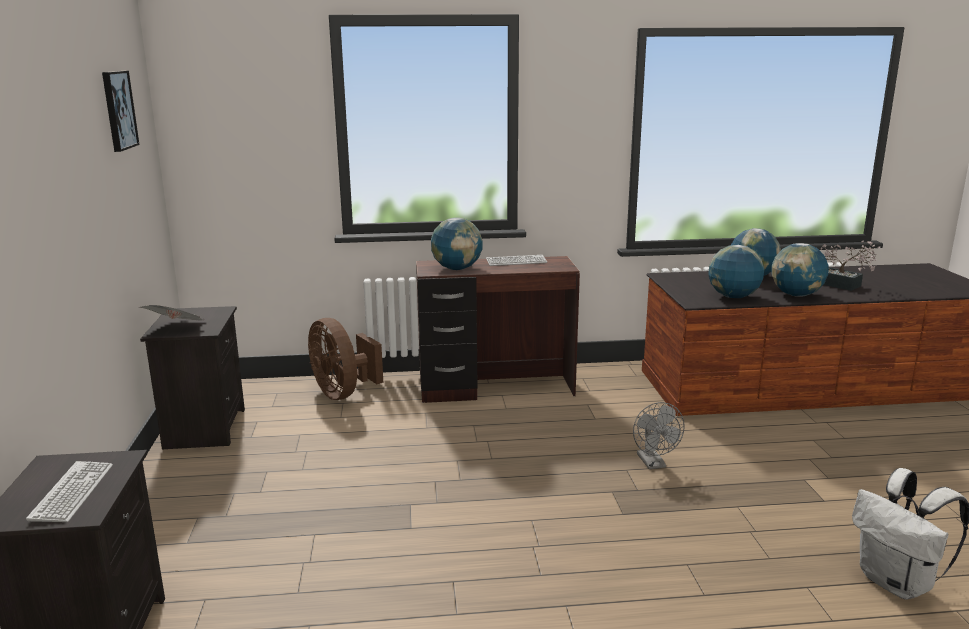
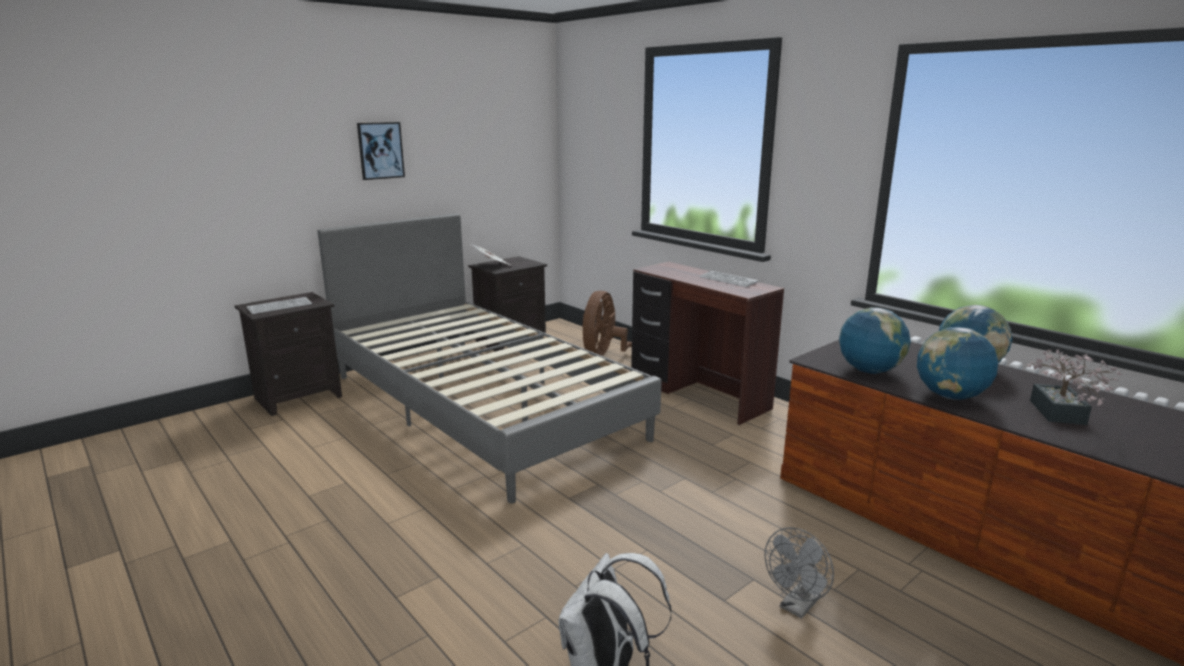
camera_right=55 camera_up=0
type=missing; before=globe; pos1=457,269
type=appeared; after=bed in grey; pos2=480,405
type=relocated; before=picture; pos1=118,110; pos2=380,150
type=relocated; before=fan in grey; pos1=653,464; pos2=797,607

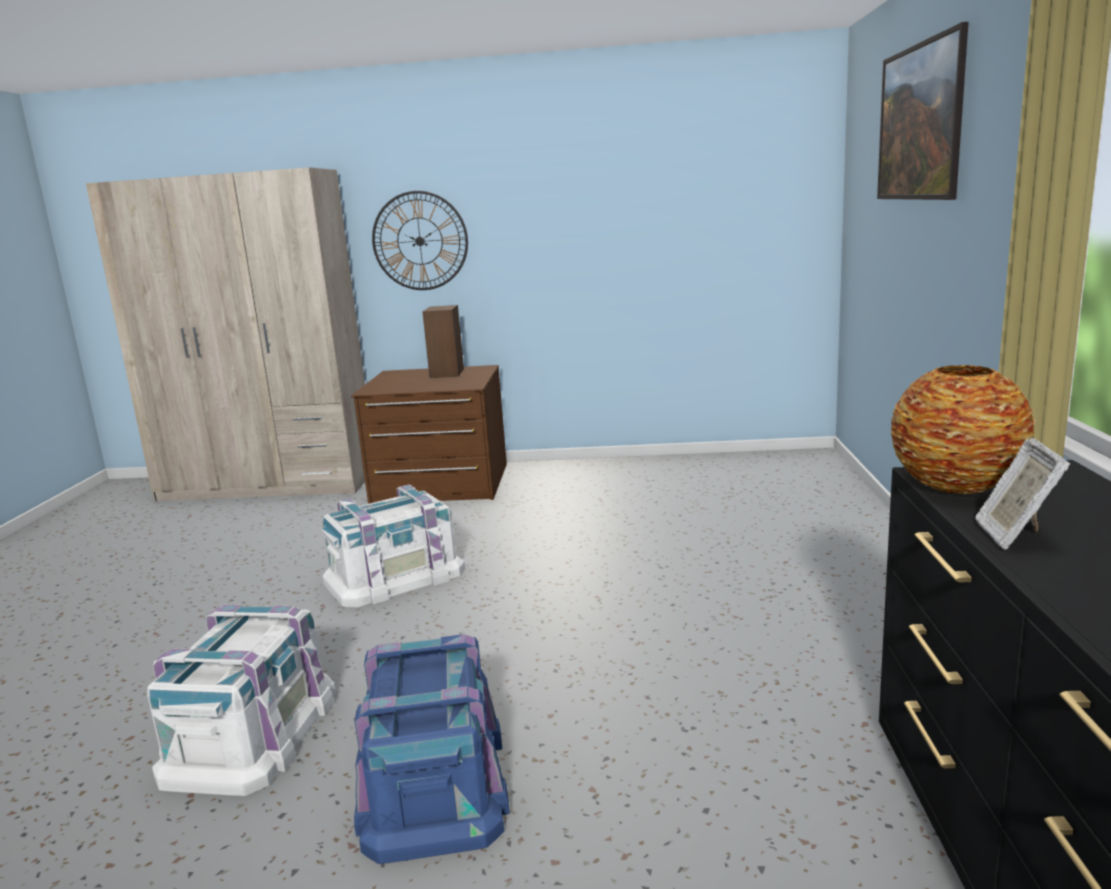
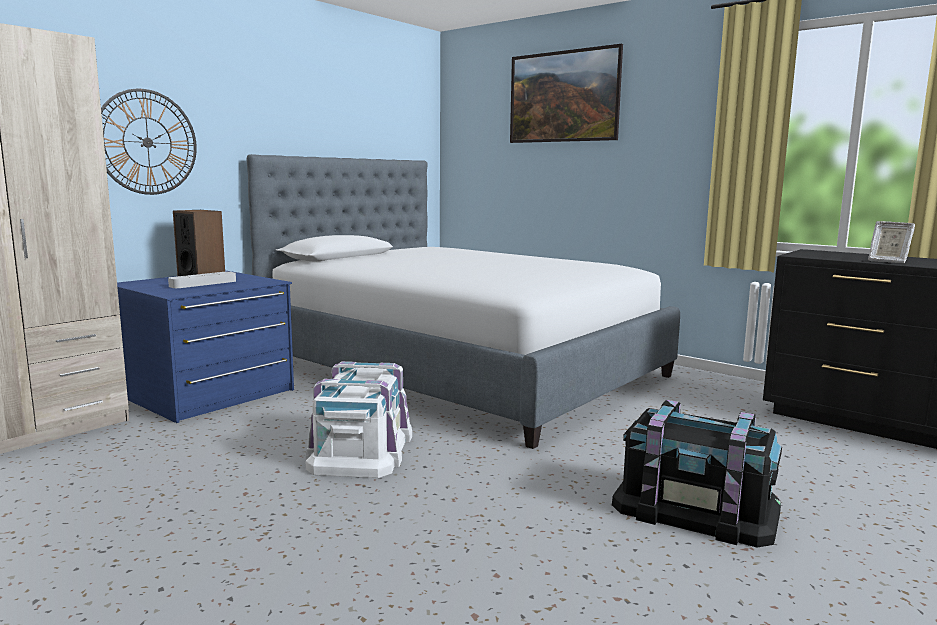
camera_right=-55 camera_up=-5
type=missing; before=storage box in white; pos1=250,732
type=missing; before=vase; pos1=956,486
type=appeared; after=tray in grey; pos2=203,283
type=appeared; after=bed; pos2=460,369
type=colour; before=dresser in brown; after=dresser in blue; pos1=440,484; pos2=209,393
type=colour; before=storage box in blue; after=storage box in black; pos1=435,782; pos2=695,508

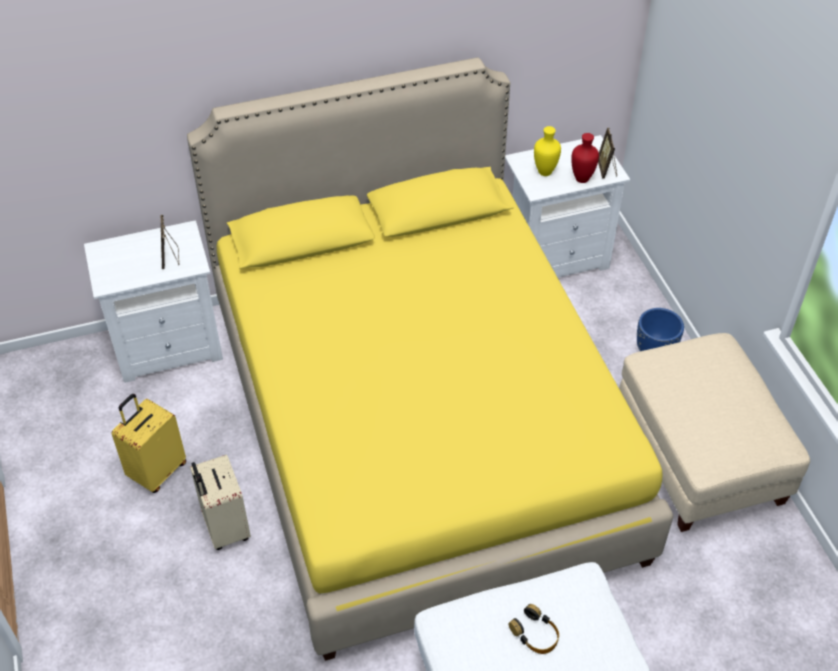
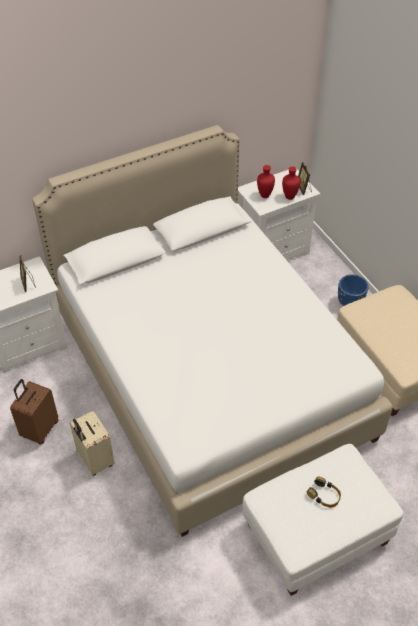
camera_right=-10 camera_up=0
type=colour; before=suitcase in yellow; after=suitcase in brown; pos1=157,471; pos2=39,429
type=colour; before=bed in yellow; after=bed in white; pos1=418,426; pos2=208,374
type=colour; before=vase in yellow; after=vase in red; pos1=544,172; pos2=264,196

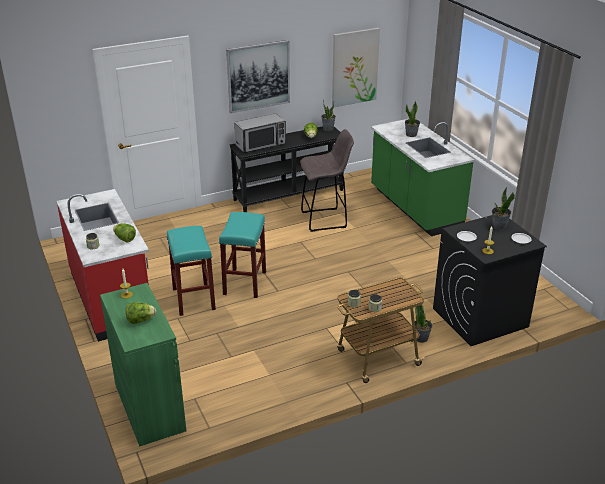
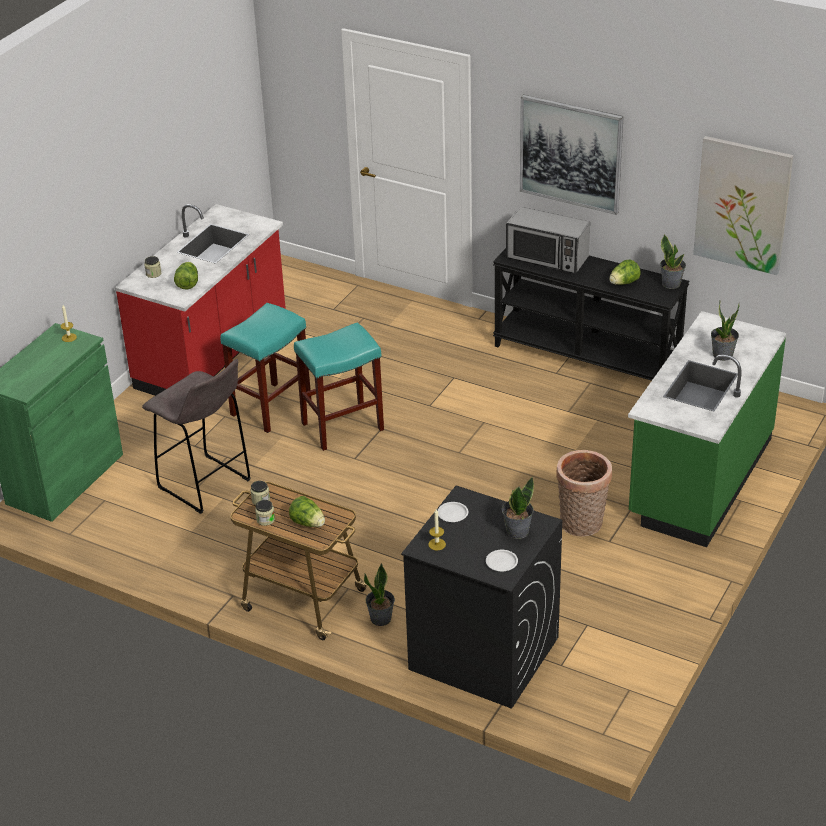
camera_right=55 camera_up=5
type=appeared; after=basket; pos2=581,525
type=relocated; before=lettuce; pos1=140,320; pos2=308,523
type=relocated; before=stool in grey; pos1=325,219; pos2=206,485

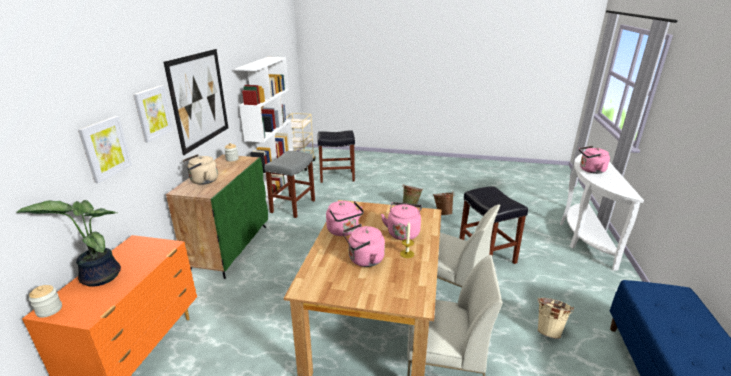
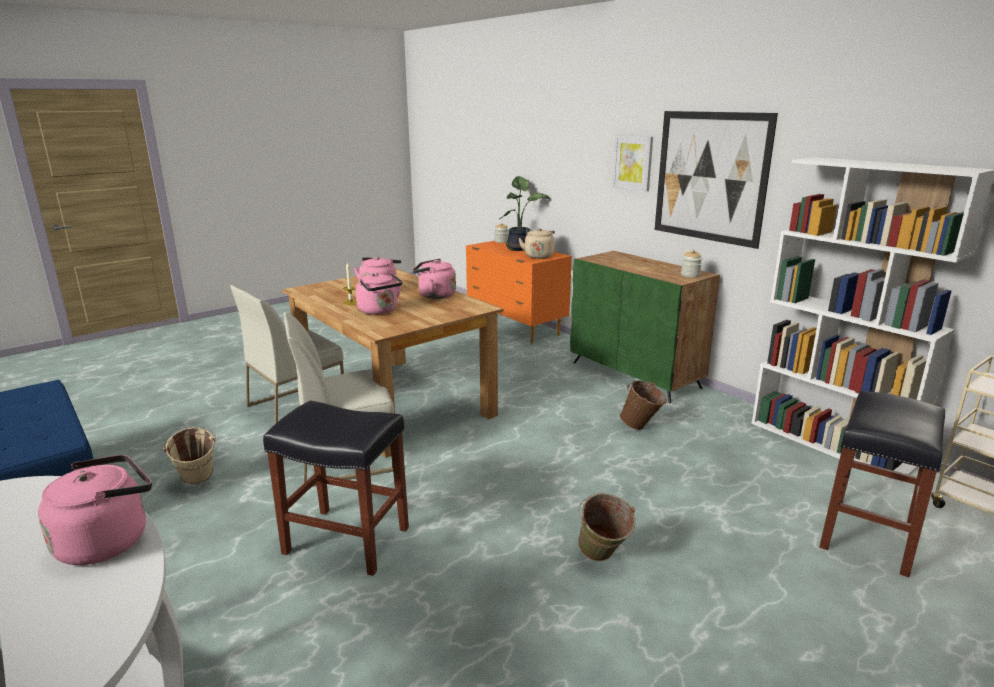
camera_right=130 camera_up=-5
type=missing; before=picture; pos1=105,148
type=missing; before=stool in grey; pos1=293,206
type=relocated; before=kettle in beige; pos1=202,181; pos2=538,256
type=relocated; before=bucket in brown; pos1=442,213; pos2=641,427

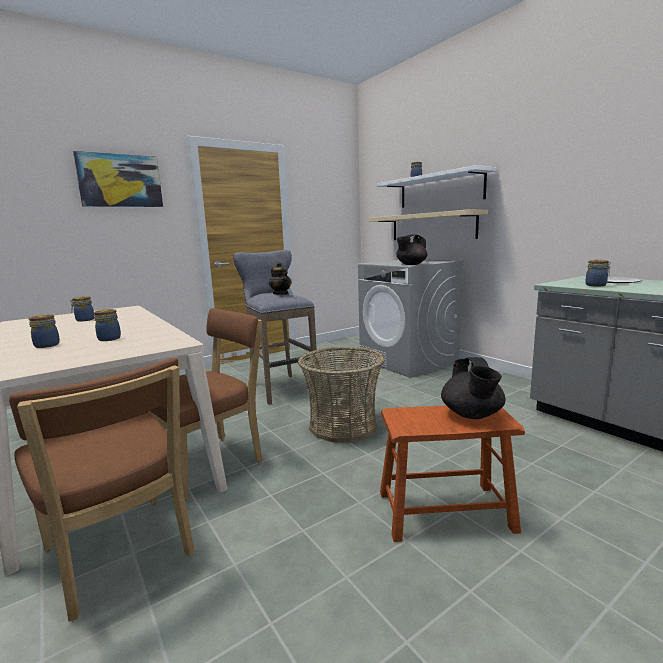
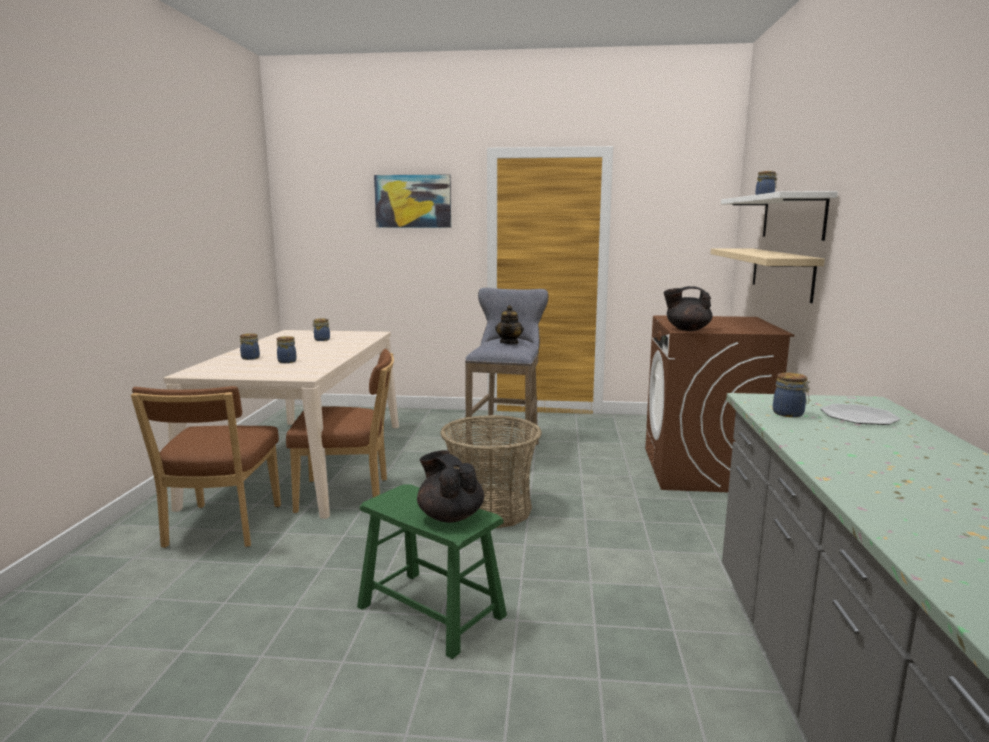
camera_right=40 camera_up=0
type=colour; before=washing machine in grey; after=washing machine in brown; pos1=408,361; pos2=703,470
type=colour; before=stool in brown; after=stool in green; pos1=445,511; pos2=431,611
type=spun; before=teapot in black; pos1=472,415; pos2=450,516; turn=105

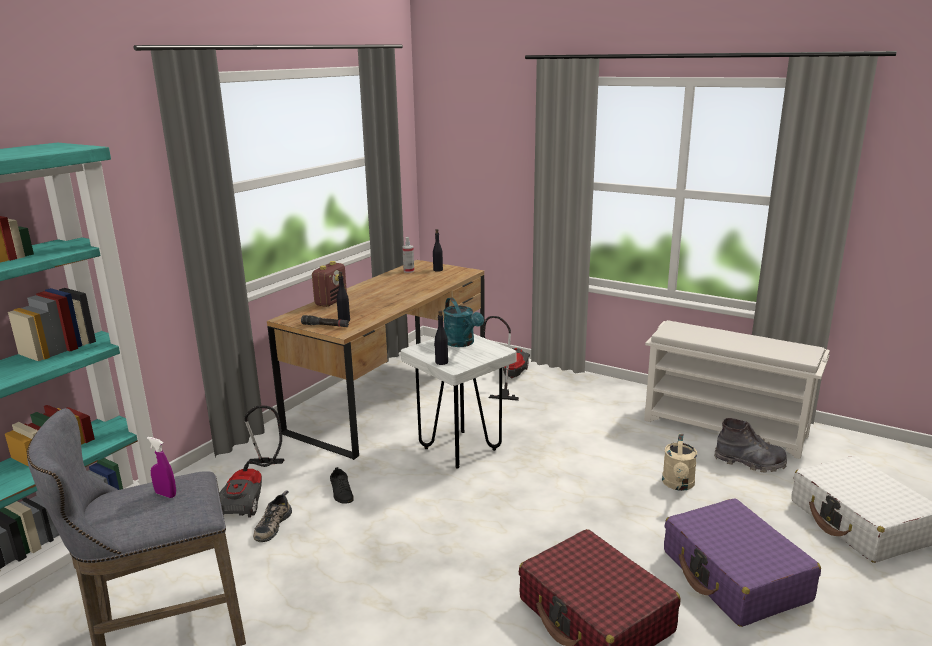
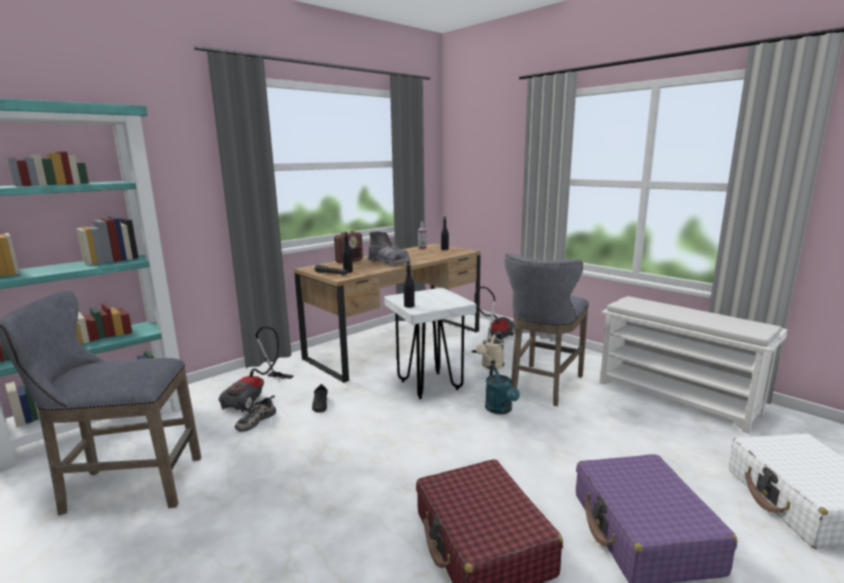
camera_right=15 camera_up=-5
type=missing; before=spray bottle in purple; pos1=165,494
type=appeared; after=stool in grey; pos2=543,386
type=relocated; before=watering can in turquoise; pos1=462,343; pos2=501,410
type=relocated; before=watering can in beige; pos1=678,485; pos2=491,366
type=relocated; before=boot in grey; pos1=749,462; pos2=388,263

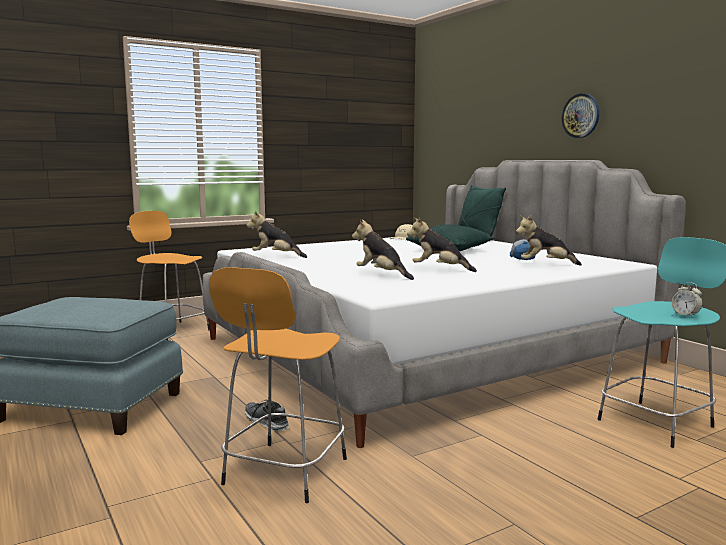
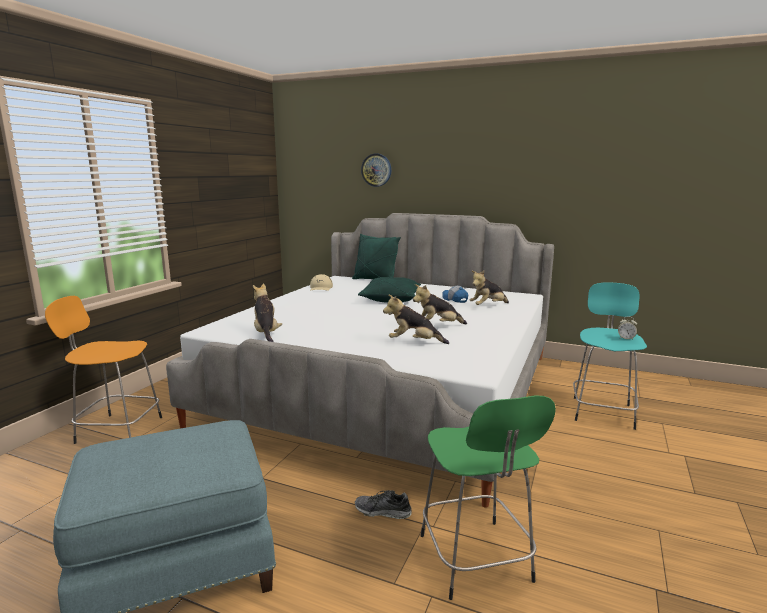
camera_right=-35 camera_up=5
type=relocated; before=wall clock; pos1=581,116; pos2=376,170
type=colour; before=stool in orange; after=stool in green; pos1=283,473; pos2=476,561
type=spun; before=plush toy; pos1=276,256; pos2=266,333; turn=90

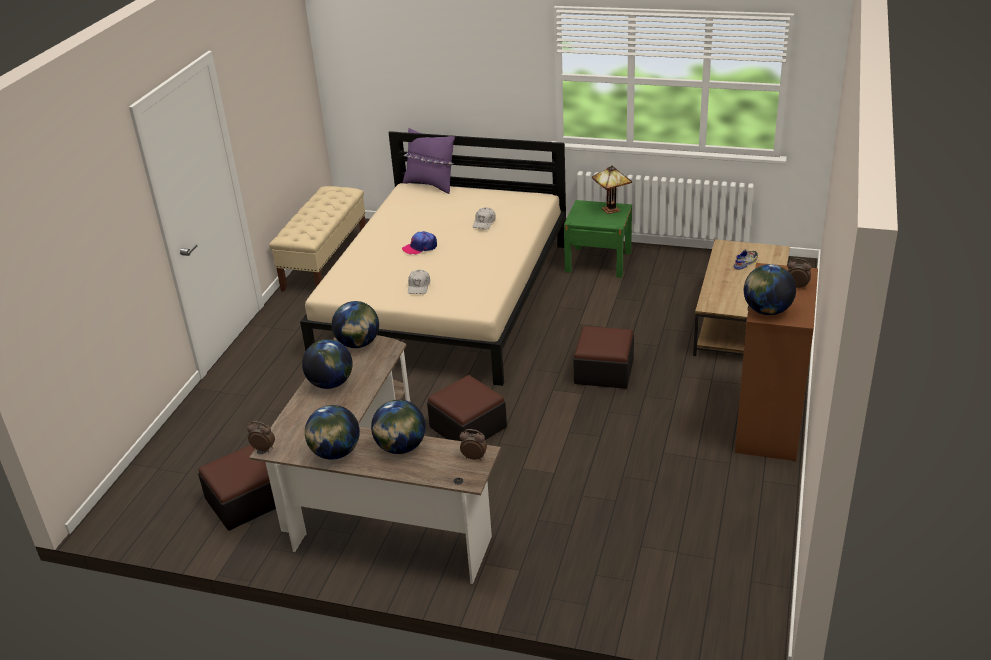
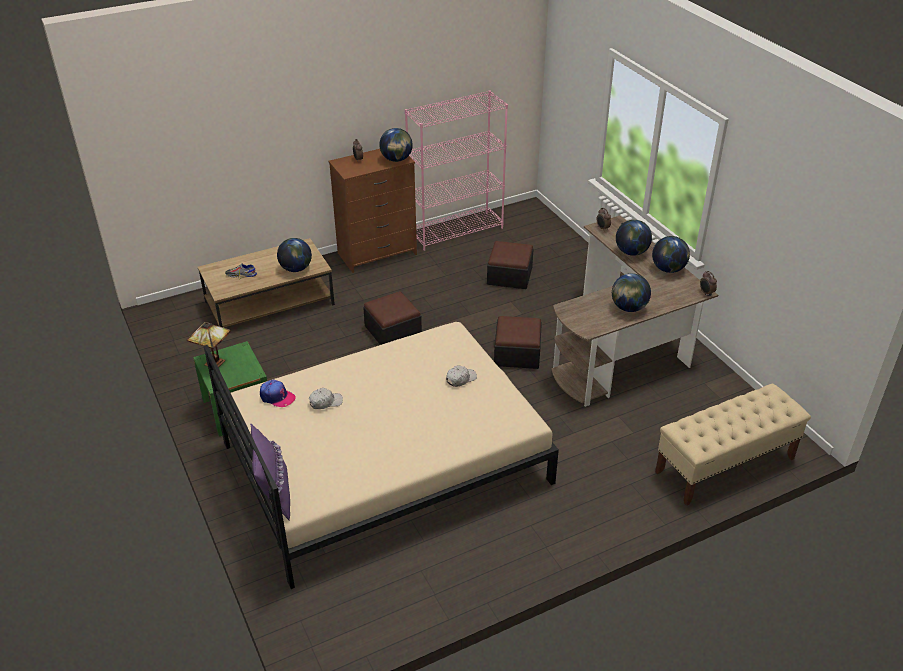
camera_right=-135 camera_up=5
type=appeared; after=bookcase in pink; pos2=456,230
type=relocated; before=ottoman; pos1=244,501; pos2=509,276
type=relocated; before=bench in beige; pos1=325,262; pos2=724,465
type=relocated; before=globe; pos1=358,344; pos2=296,268
type=relocated; before=cap; pos1=420,247; pos2=277,397

